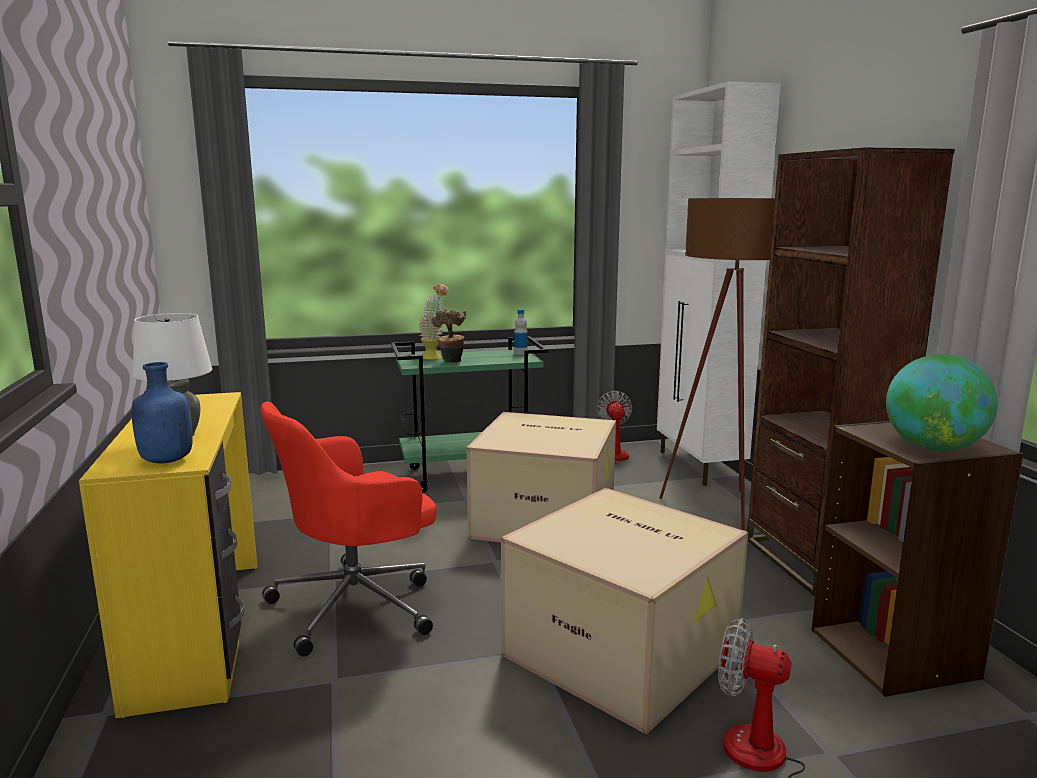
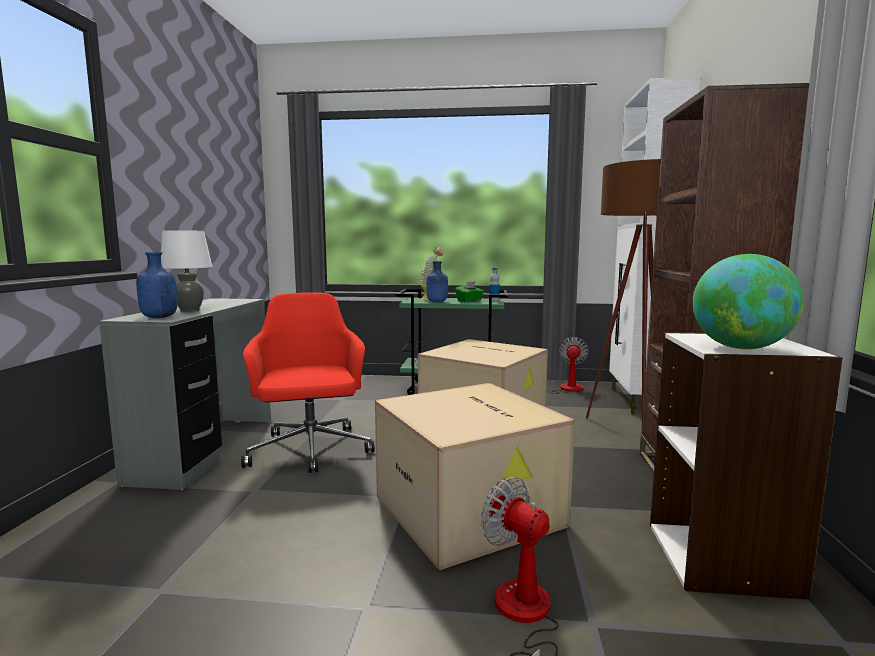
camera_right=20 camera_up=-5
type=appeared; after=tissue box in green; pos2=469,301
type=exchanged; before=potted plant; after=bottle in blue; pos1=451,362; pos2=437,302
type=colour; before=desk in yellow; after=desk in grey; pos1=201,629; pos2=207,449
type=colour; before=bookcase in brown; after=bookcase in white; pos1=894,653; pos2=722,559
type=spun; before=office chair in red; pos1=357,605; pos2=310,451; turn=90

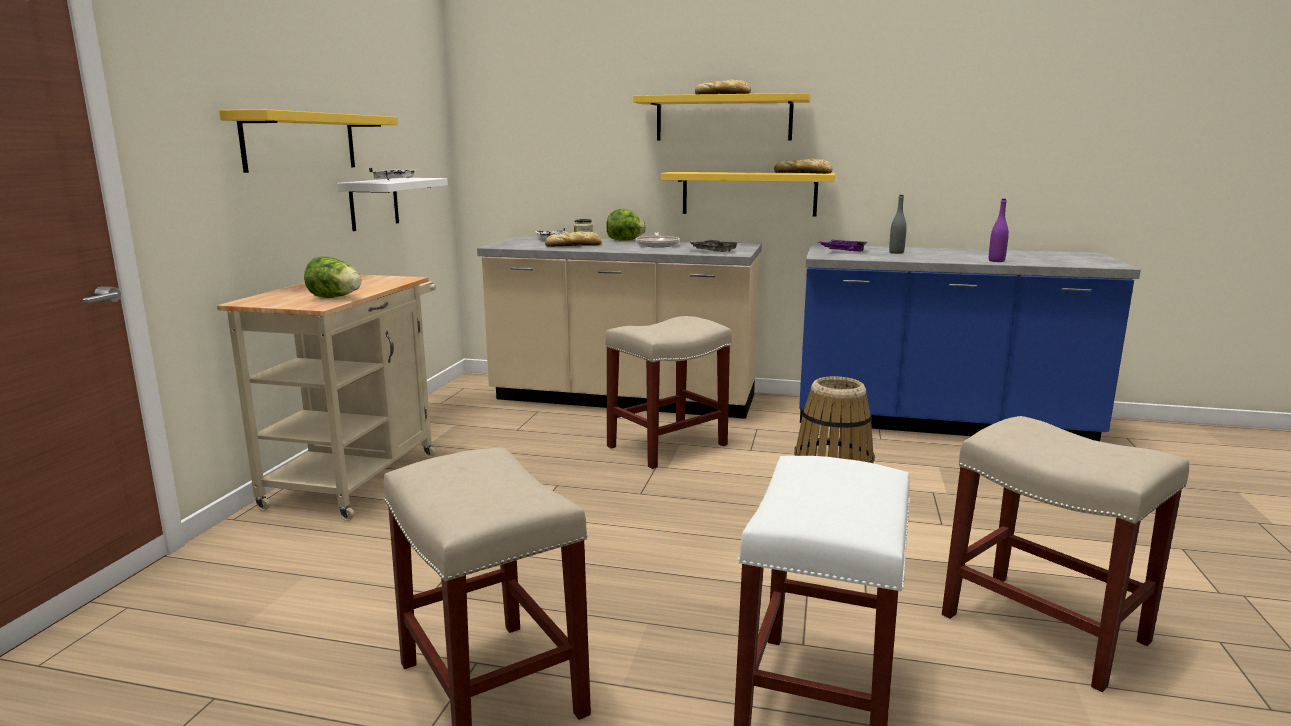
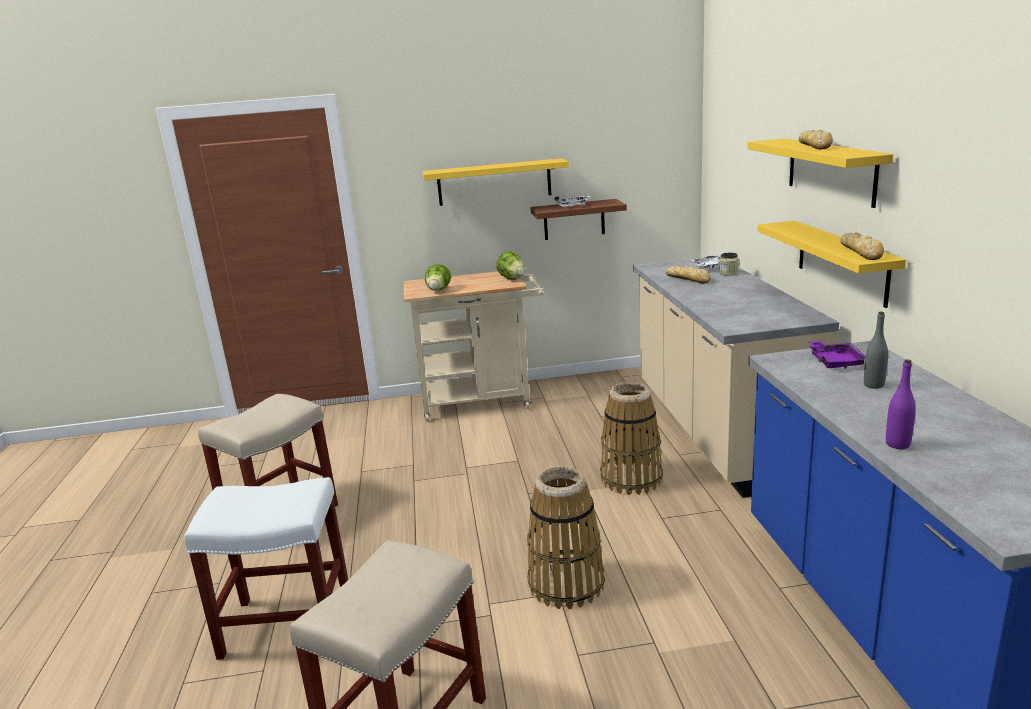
camera_right=70 camera_up=5
type=missing; before=frying pan; pos1=657,244
type=missing; before=tray in grey; pos1=714,251
type=relocated; before=lettuce; pos1=625,240; pos2=512,279
type=exchanged; before=stool in beige; after=basket; pos1=668,445; pos2=631,479
type=colour; before=shelf in white; after=shelf in brown; pos1=374,203; pos2=574,219

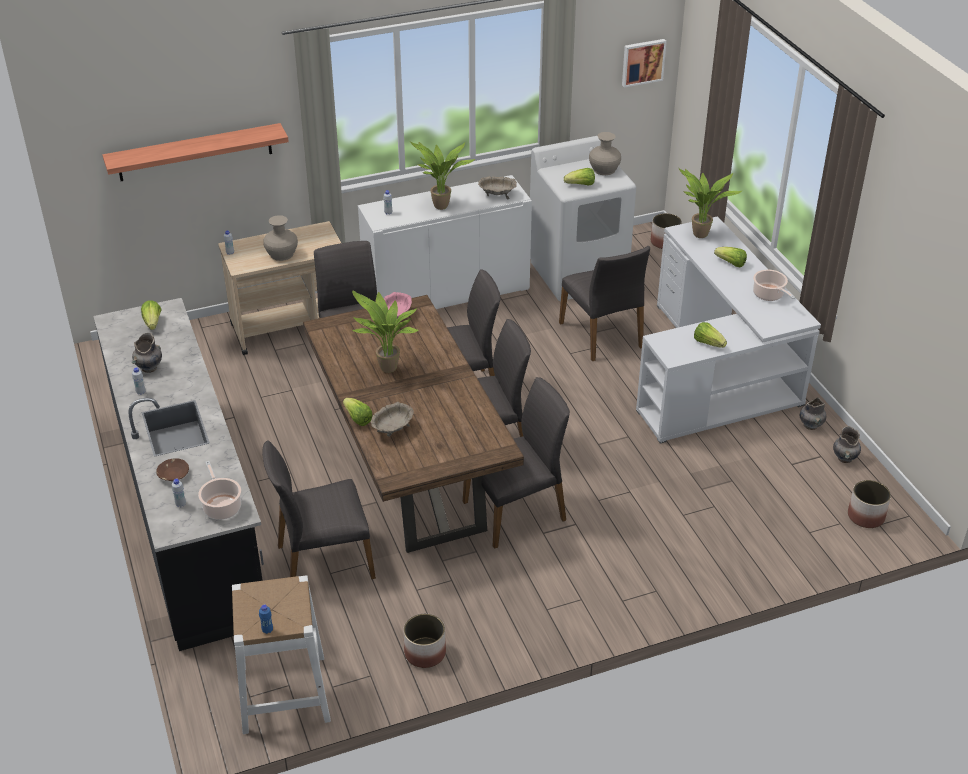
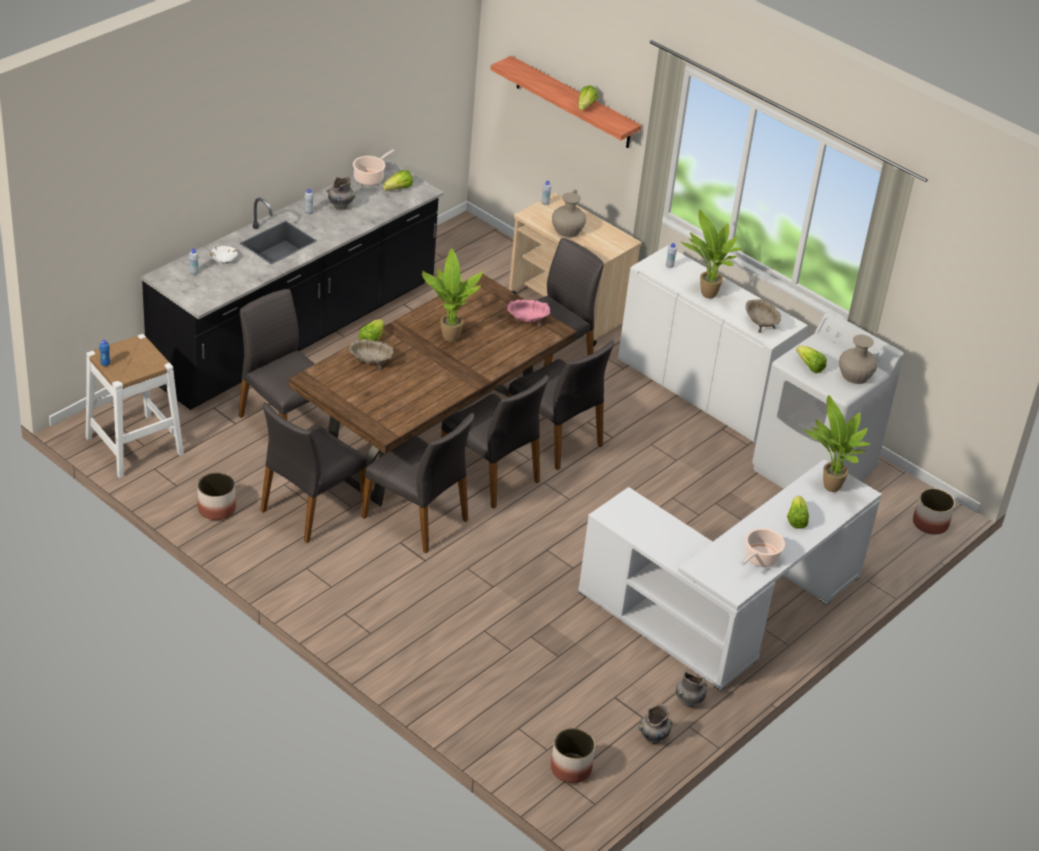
camera_right=60 camera_up=0
type=missing; before=picture; pos1=642,62
type=relocated; before=cooking pot; pos1=221,506; pos2=370,178
type=relocated; before=chair in grey; pos1=602,335; pos2=311,508
type=relocated; before=lettuce; pos1=708,343; pos2=585,106
type=colour; before=bowl in brown; after=bowl in white; pos1=173,475; pos2=223,259

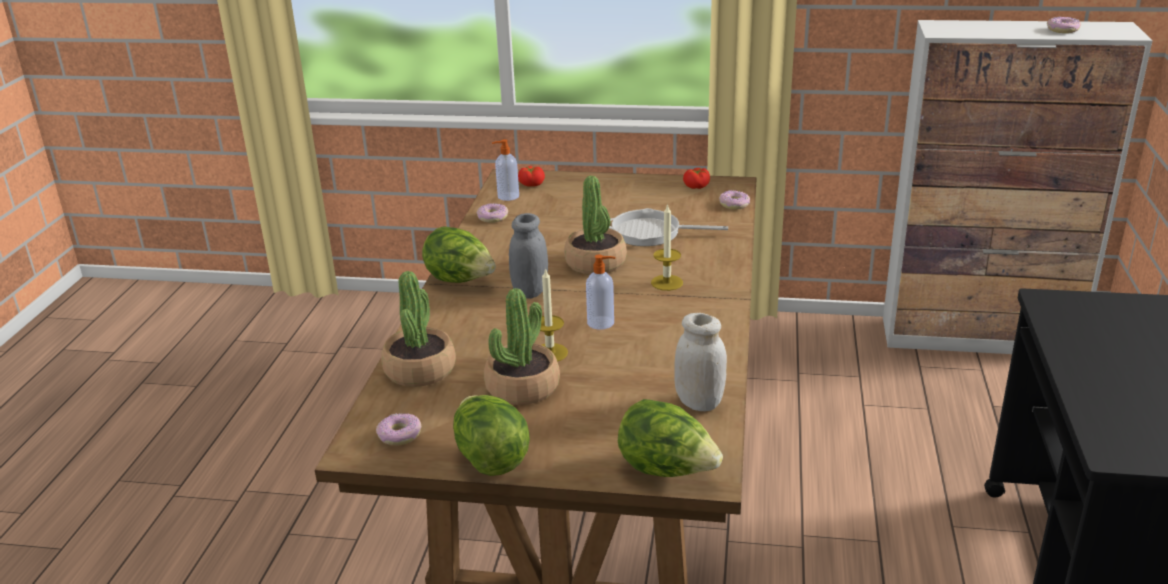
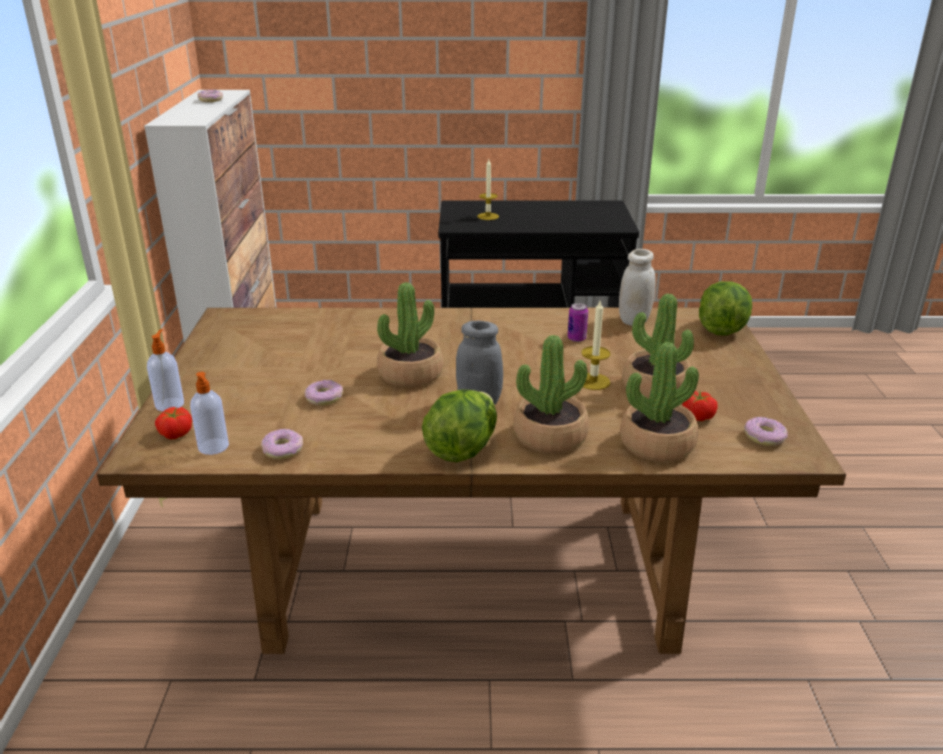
camera_right=-100 camera_up=0
type=missing; before=lettuce; pos1=490,458
type=missing; before=frying pan; pos1=651,233
type=appeared; after=potted plant; pos2=550,436
type=appeared; after=can; pos2=576,338
type=relocated; before=soap dispenser; pos1=601,323; pos2=170,404
type=relocated; before=candle; pos1=667,282; pos2=488,216
type=relocated; before=tomato; pos1=697,187; pos2=698,415
type=relocated; before=donut; pos1=734,204; pos2=324,398

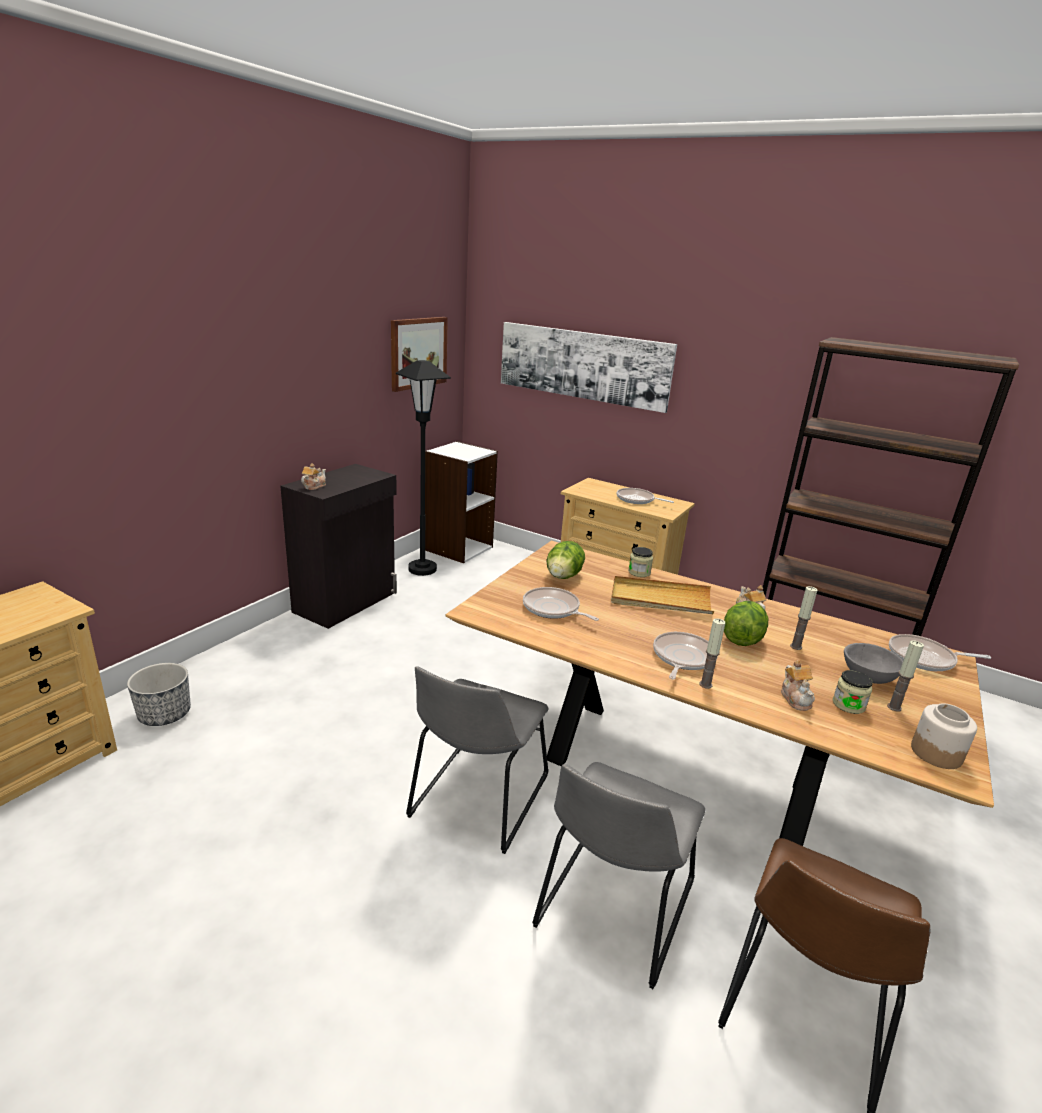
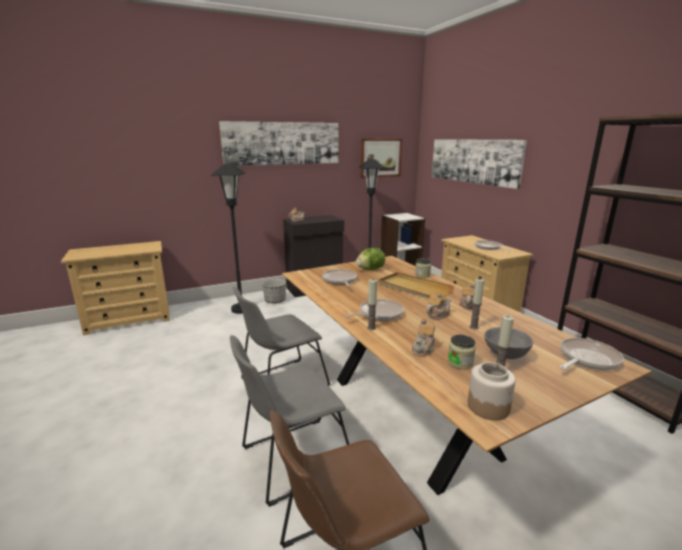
camera_right=35 camera_up=-5
type=appeared; after=floor lamp in black; pos2=241,309
type=appeared; after=picture; pos2=282,143
type=relocated; before=planter; pos1=165,714; pos2=275,301
type=exchanged; before=lettuce; after=teapot; pos1=742,639; pos2=437,315
type=spun; before=frying pan; pos1=925,658; pos2=587,359; turn=105

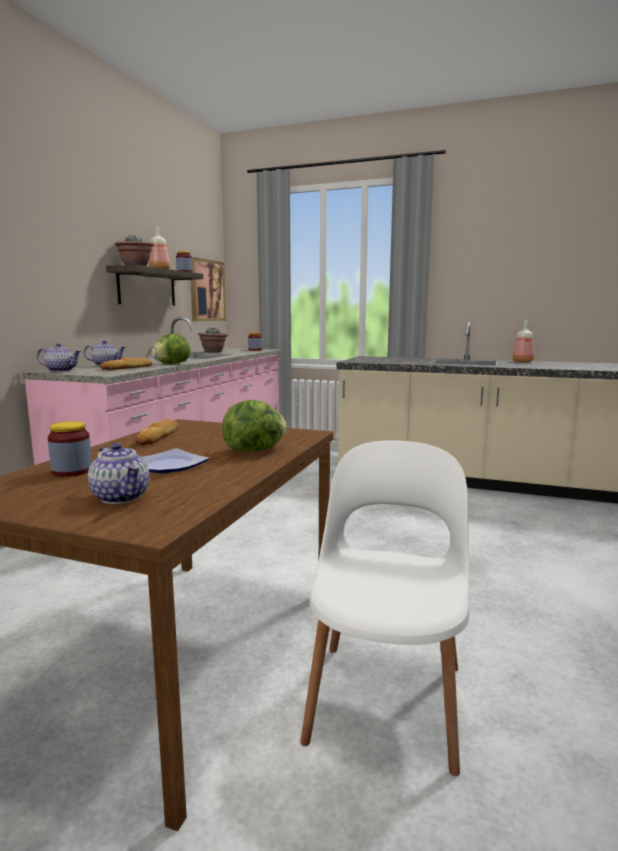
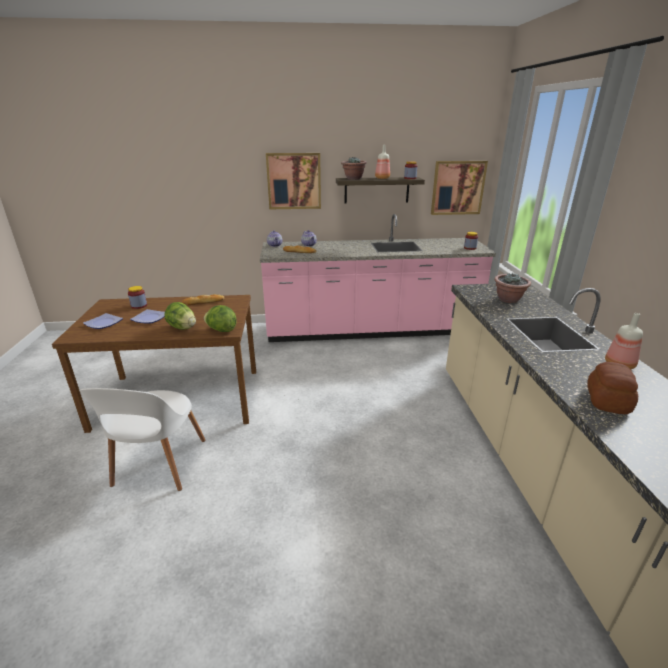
camera_right=65 camera_up=15
type=appeared; after=picture; pos2=294,181
type=appeared; after=bread; pos2=608,400
type=relocated; before=lettuce; pos1=171,364; pos2=221,330
type=relocated; before=potted plant; pos1=213,352; pos2=508,300
type=exchanged; before=teapot; after=plate; pos1=122,497; pos2=104,323
type=spun; before=chair in white; pos1=387,696; pos2=158,465; turn=105

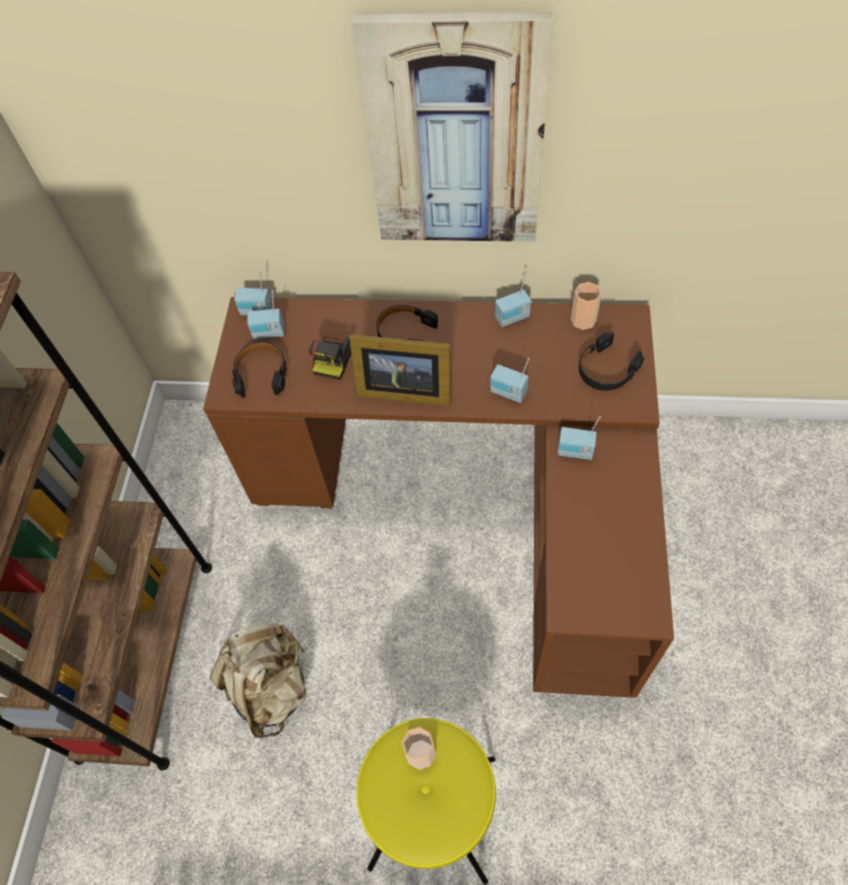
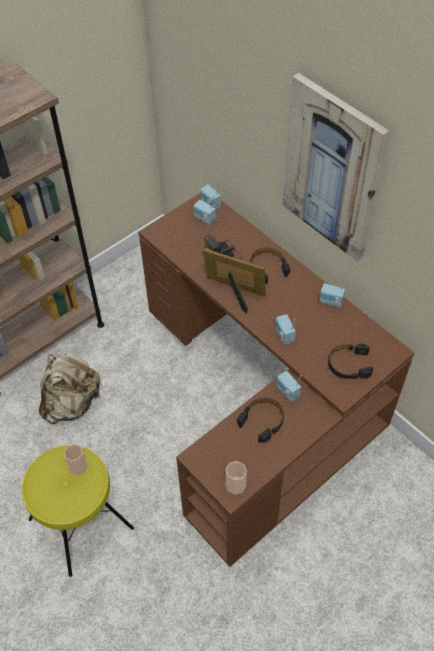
camera_right=40 camera_up=-5
type=relocated; before=headphones in black; pos1=261,373; pos2=262,421
type=relocated; before=cup; pos1=583,320; pos2=235,485
type=spun; before=picture frame; pos1=402,389; pos2=235,293; turn=150

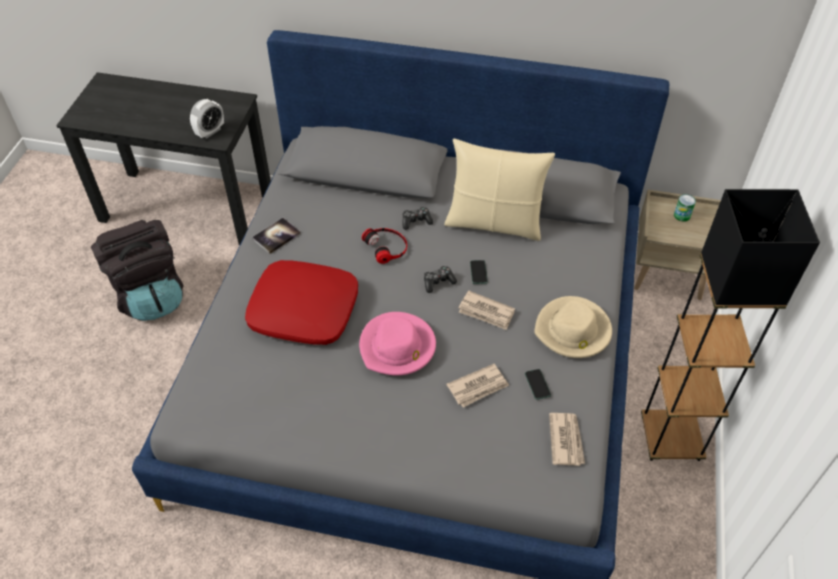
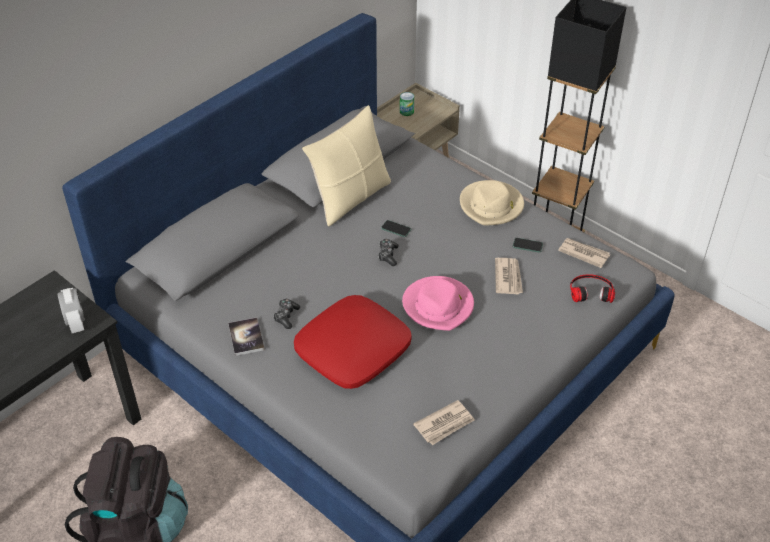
camera_right=-60 camera_up=-5
type=relocated; before=headphones; pos1=387,247; pos2=591,291
type=relocated; before=game controller; pos1=416,221; pos2=286,316
type=relocated; before=newspaper; pos1=486,312; pos2=445,424

